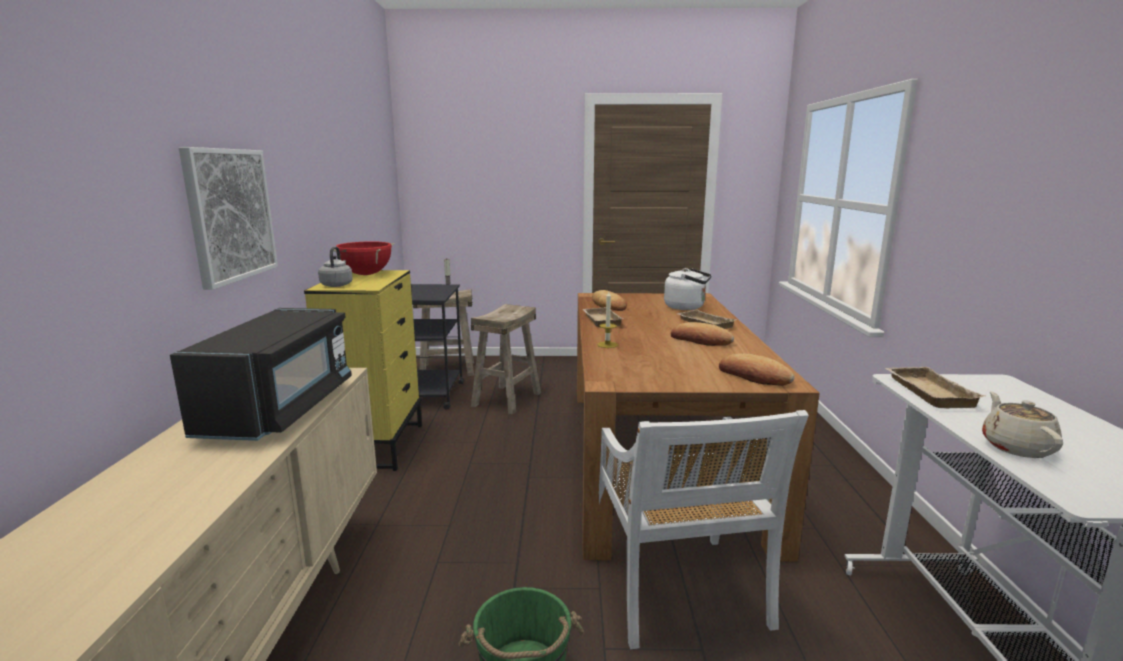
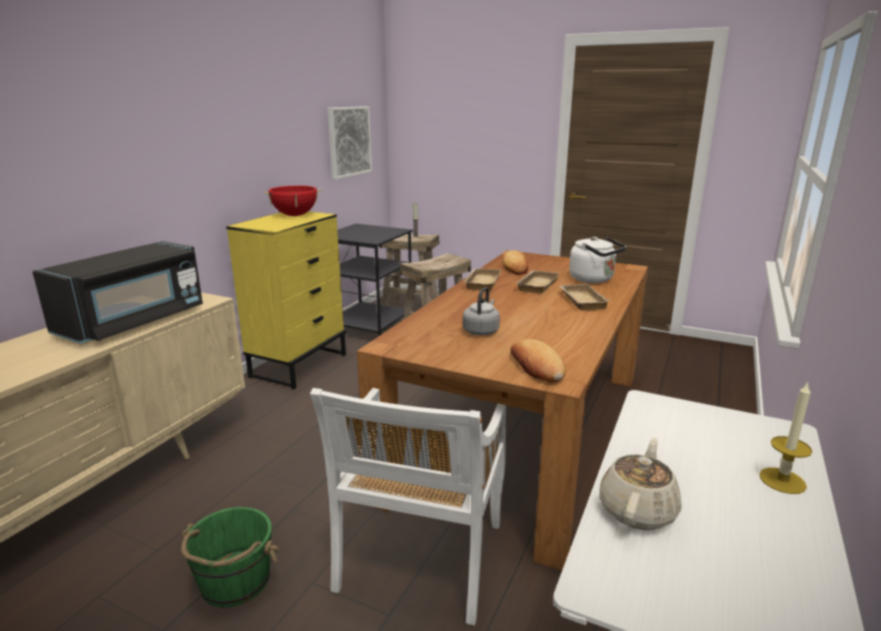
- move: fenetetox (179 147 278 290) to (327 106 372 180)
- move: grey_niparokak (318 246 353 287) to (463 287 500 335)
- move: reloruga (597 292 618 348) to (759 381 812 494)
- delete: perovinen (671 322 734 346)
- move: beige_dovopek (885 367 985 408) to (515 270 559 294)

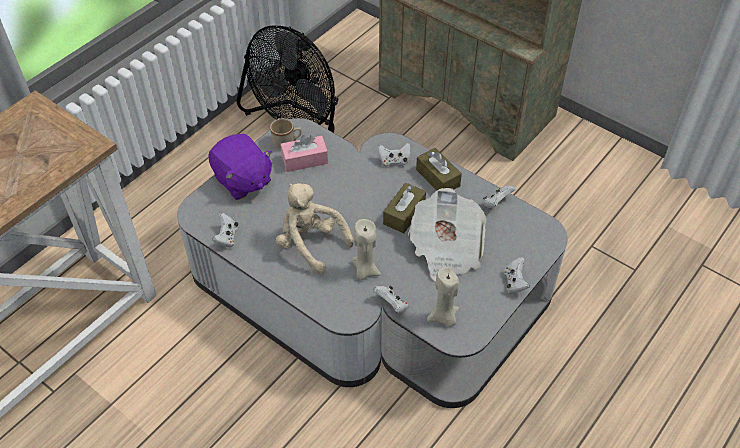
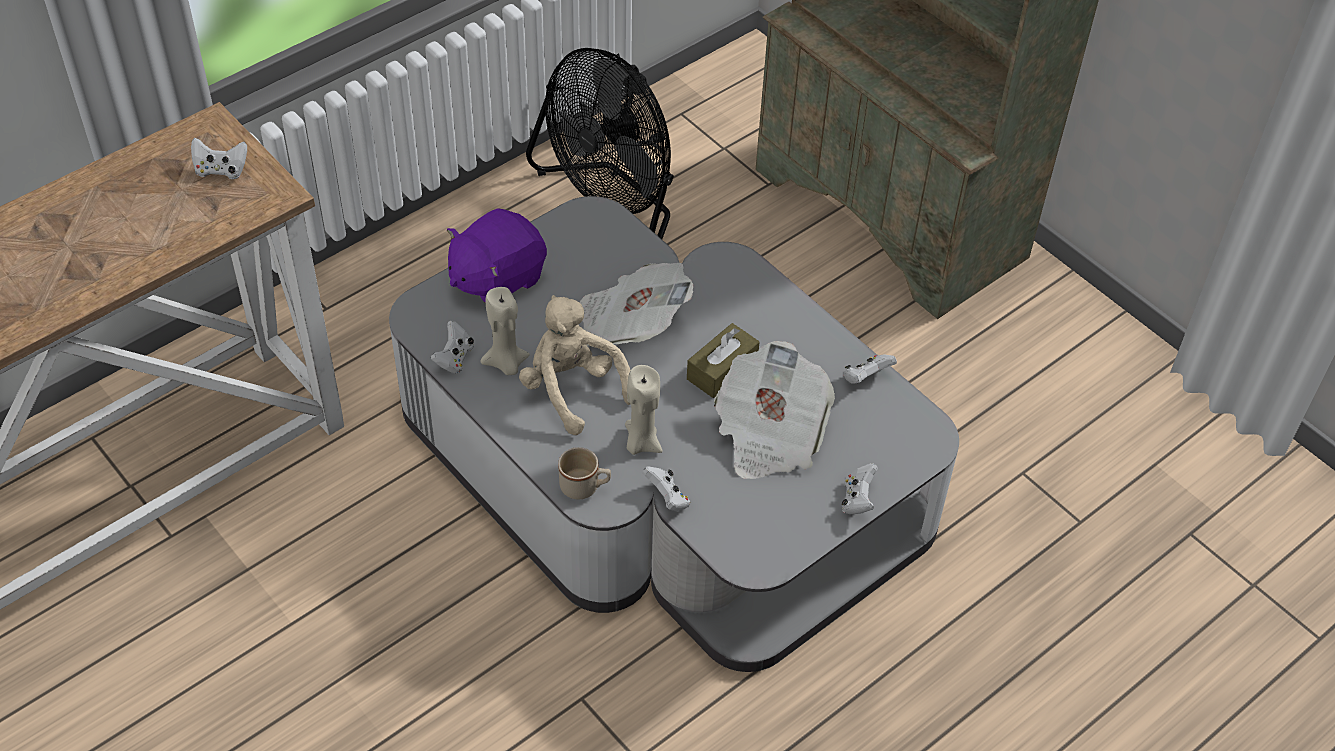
- move: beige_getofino (270 118 302 149) to (558 447 611 499)
- rotate: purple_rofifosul (208 134 272 200) = (447 208 547 303) 75 degrees clockwise
- delete: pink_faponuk (280 135 328 172)
- move: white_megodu (378 143 411 167) to (191 138 247 179)
- delete: brown_faponuk (416 148 462 190)
- move: beige_reloruga (427 267 459 327) to (481 287 530 375)
- insert: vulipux (579 263 693 346)

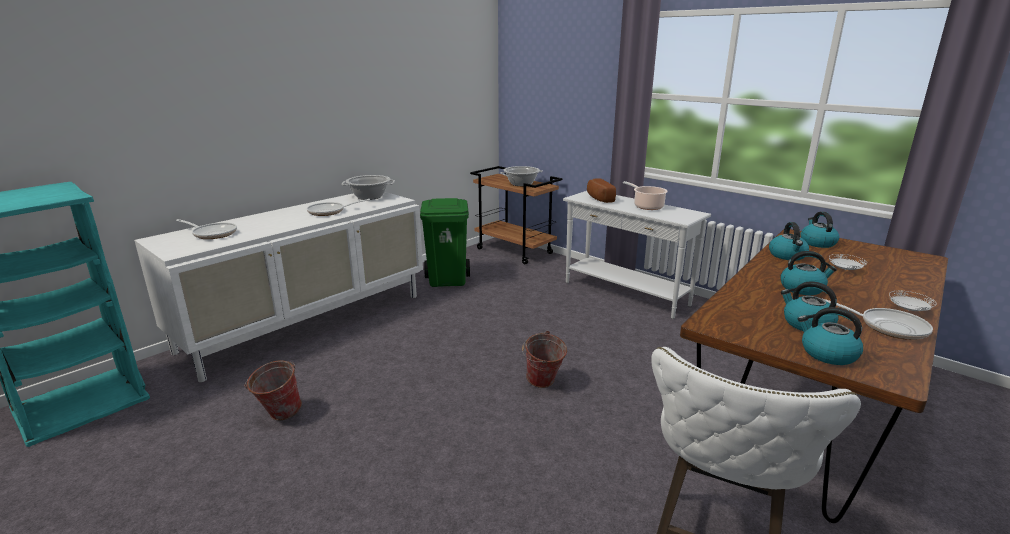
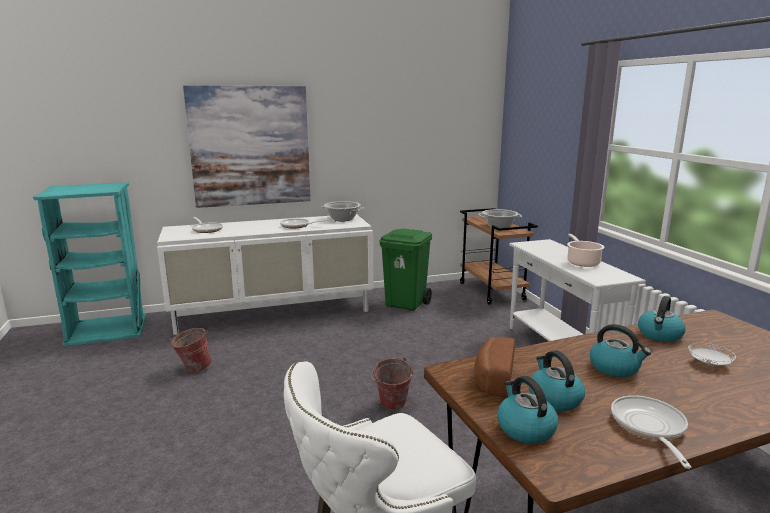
- move: perovinen (587 178 616 203) to (474 337 515 398)
- delete: niparokak (800 212 839 248)
- delete: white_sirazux (889 291 937 311)
- rotate: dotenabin (824 299 933 340) = (611 395 692 469) 150 degrees counterclockwise
- insert: fenetetox (183 85 311 208)

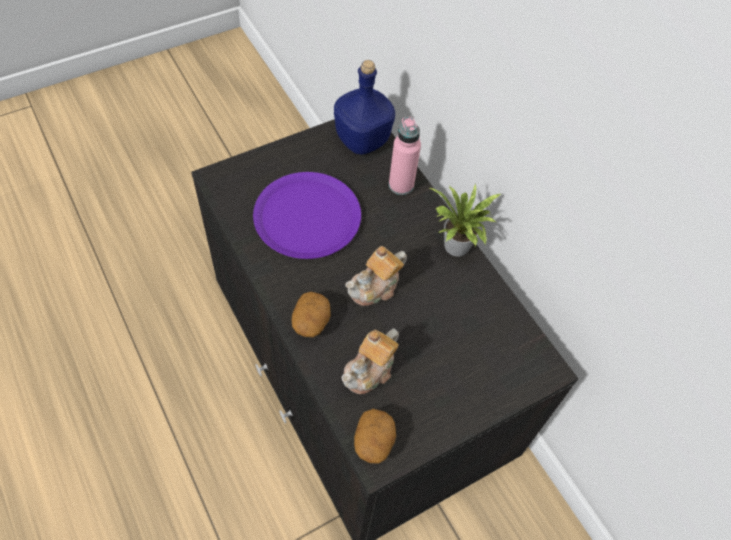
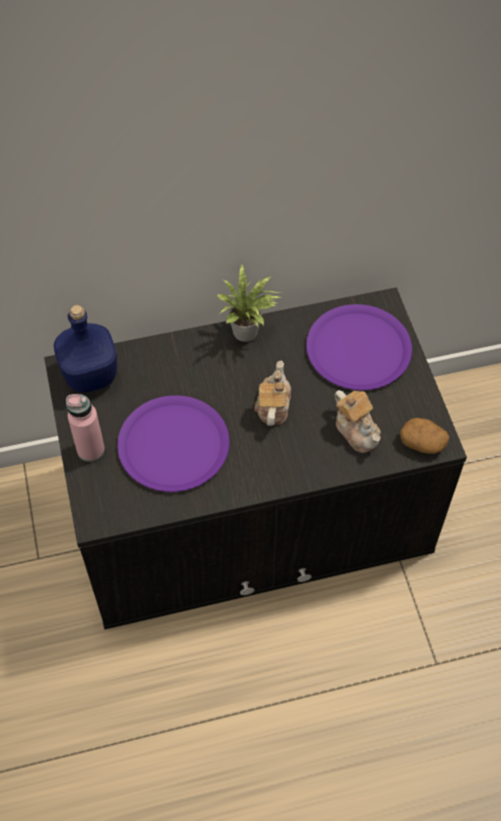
- move: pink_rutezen (389 117 421 195) to (66 394 105 462)
- rotate: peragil (345 246 407 306) = (254 361 291 426) 150 degrees counterclockwise
- delete: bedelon (292 292 331 337)
- insert: purple_sirazux (306 304 412 390)

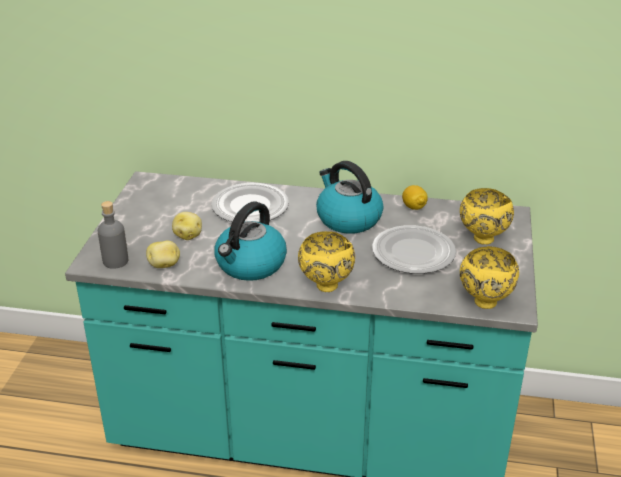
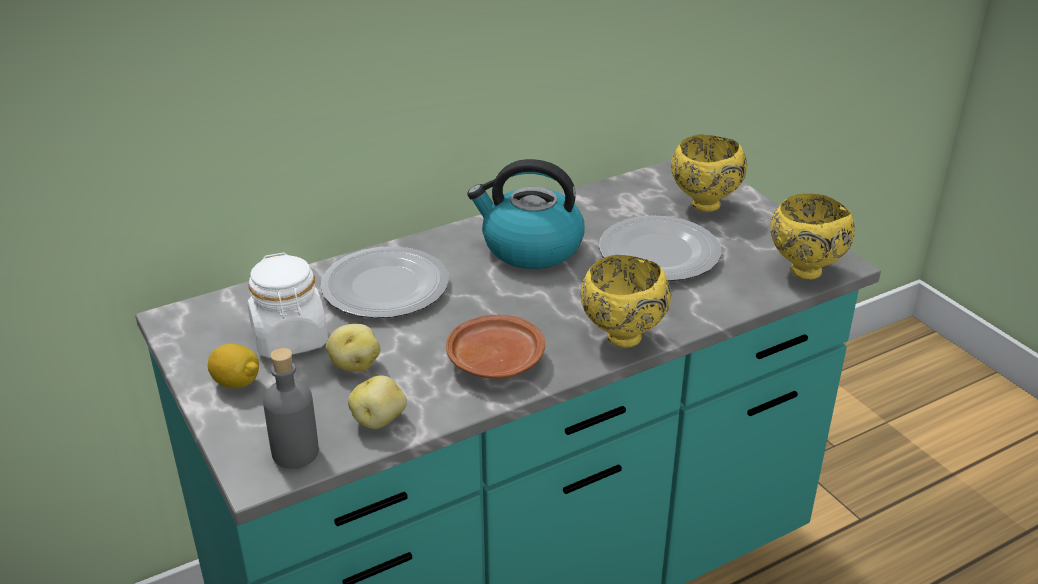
- move: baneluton (402 185 428 210) to (208 344 259 389)
- replace: niparokak (215 202 287 281) to brown_sirazux (446 315 545 379)
- insert: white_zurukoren (247 252 328 358)

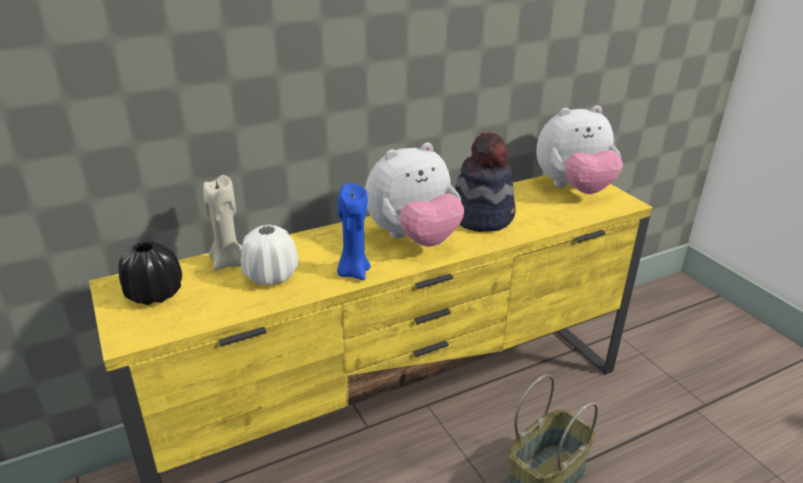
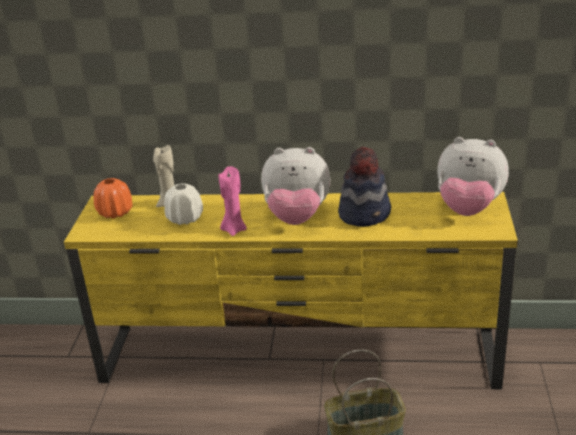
- recolor: blue_reloruga (337 183 370 280) to pink_reloruga (218 166 247 236)
- recolor: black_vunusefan (118 241 182 305) to orange_vunusefan (94 178 132 219)

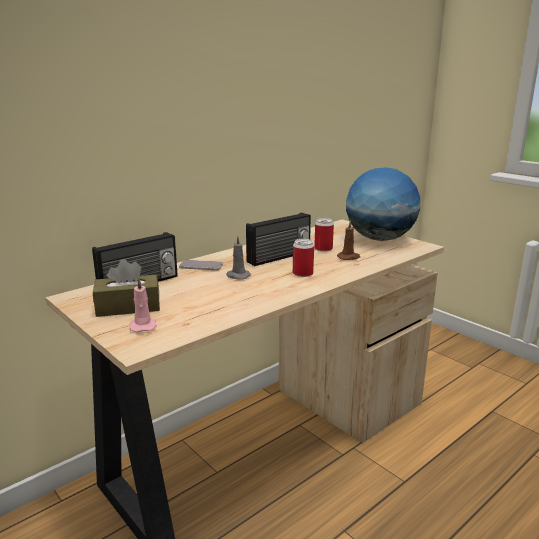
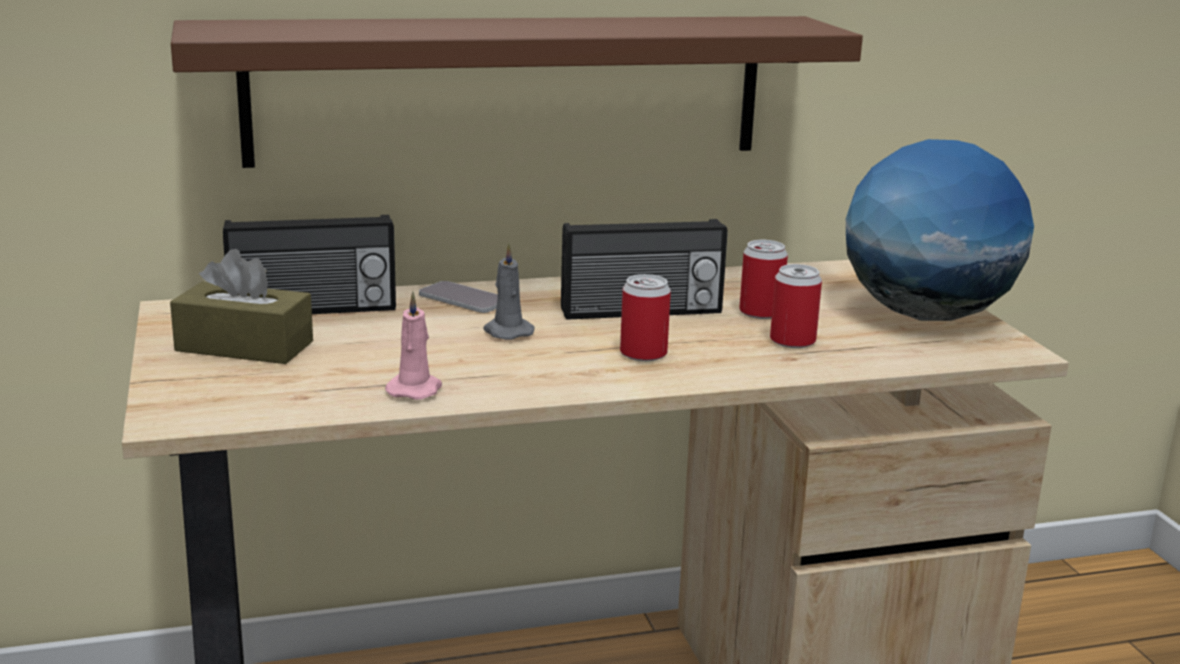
- replace: brown_reloruga (337 220 360 260) to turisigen (770 264 822 348)
- move: pink_reloruga (129 277 157 332) to (385 292 442 400)
- insert: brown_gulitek (171 16 863 168)

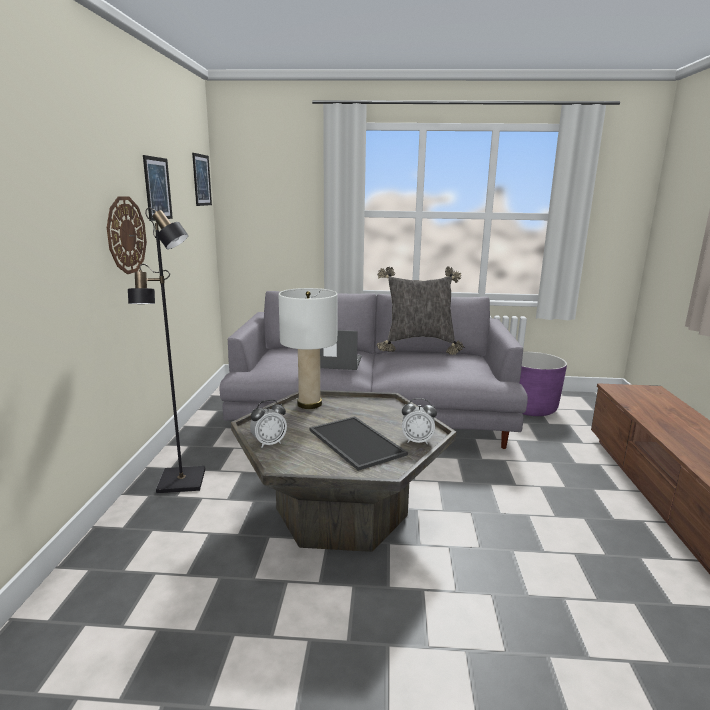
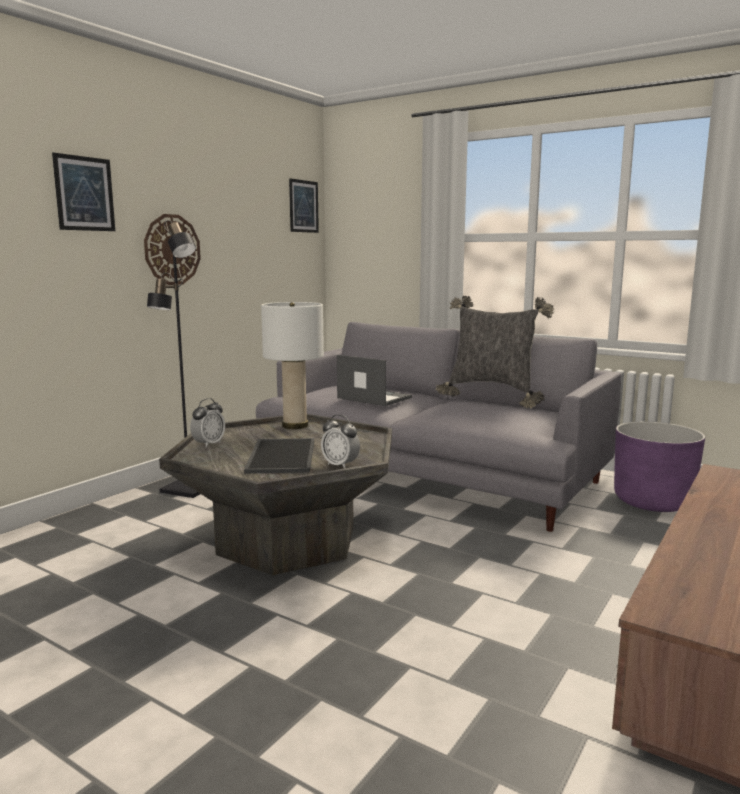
- move: fenetetox (143 155 173 221) to (52 152 115 231)
- rotate: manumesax (250 400 287 448) = (190 398 225 448) 60 degrees counterclockwise

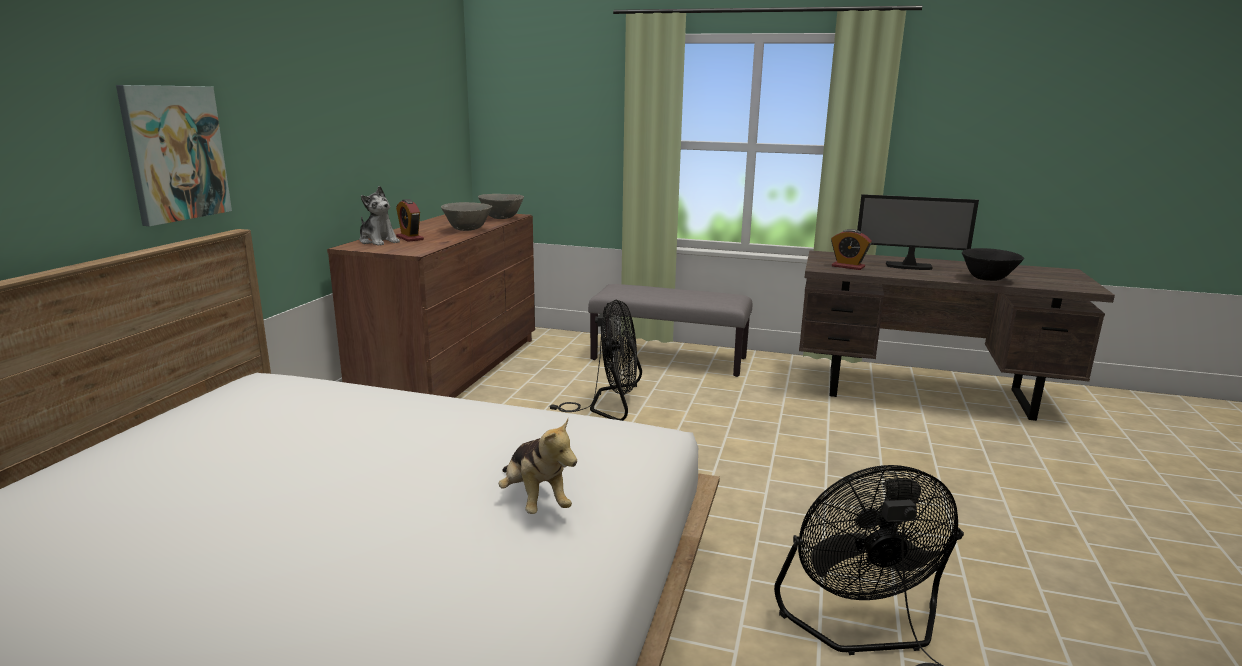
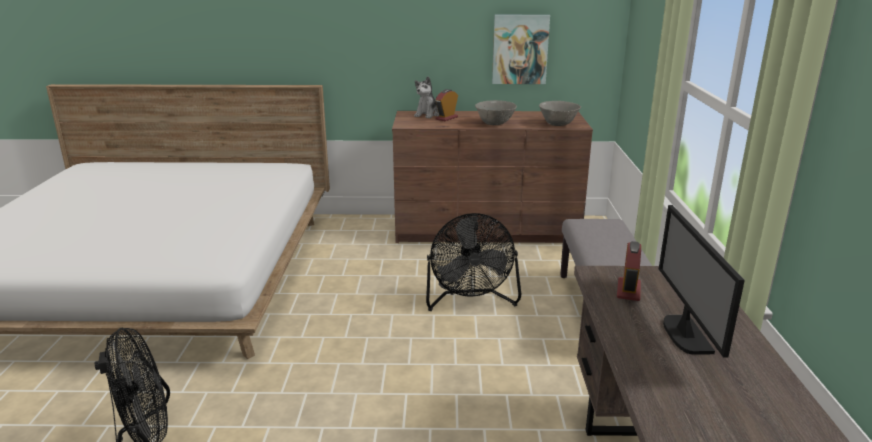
- move: fenetetox (116 85 232 226) to (492 15 550 84)
- delete: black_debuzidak (962 248 1024 281)
- delete: rofifosul (499 418 577 514)

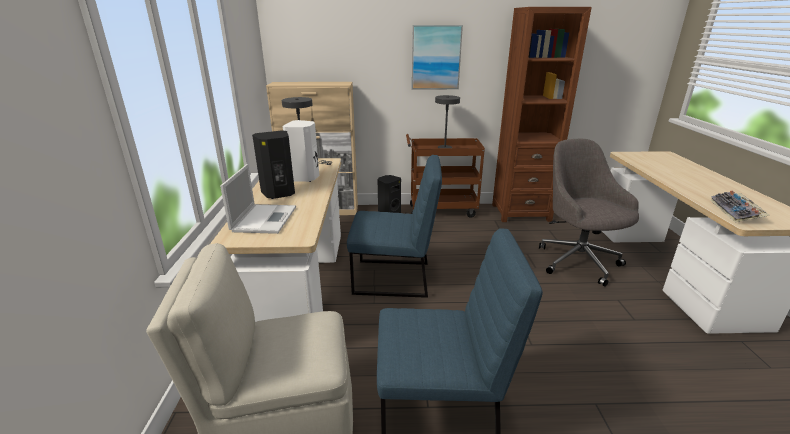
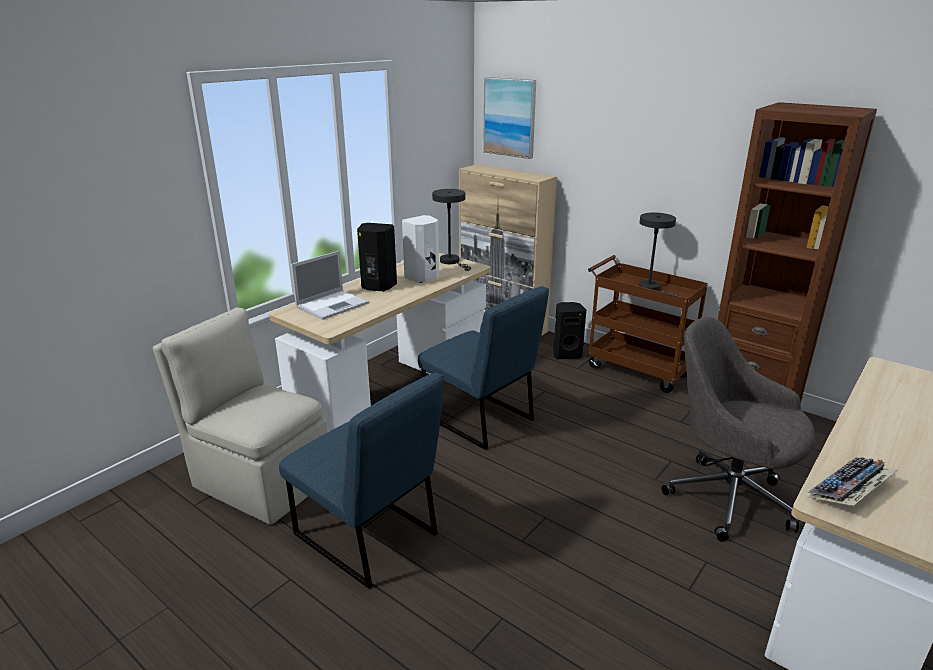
- move: fenetetox (412 25 463 90) to (483 77 536 159)
- rotate: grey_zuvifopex (539 139 639 287) = (662 317 815 542) 75 degrees counterclockwise

